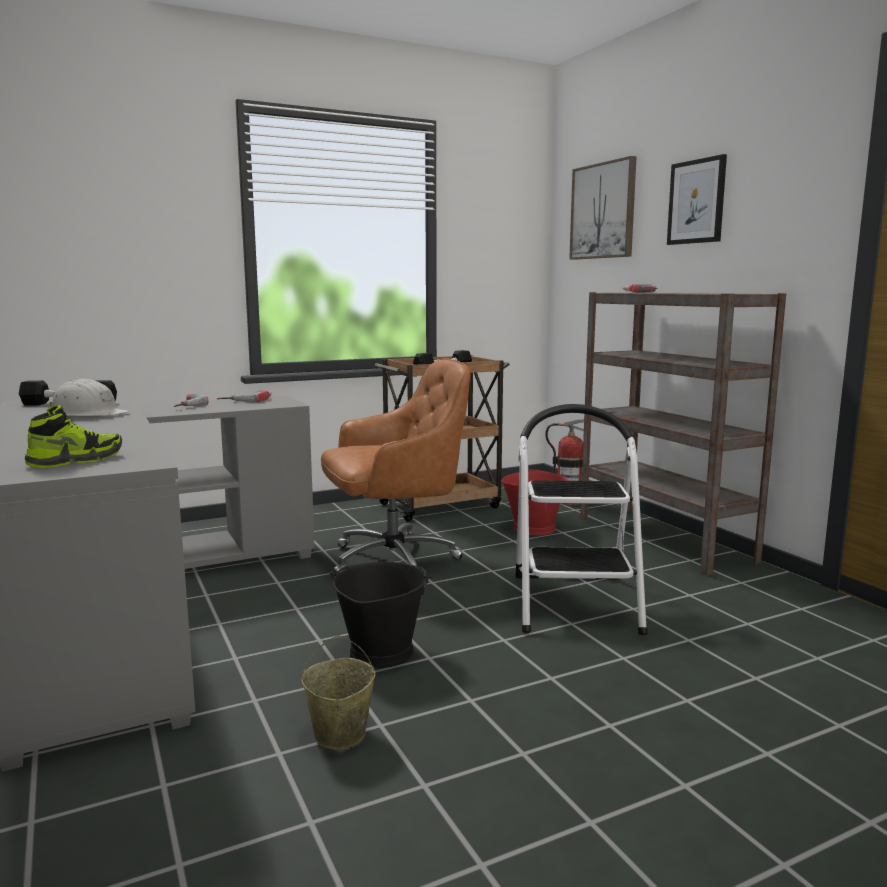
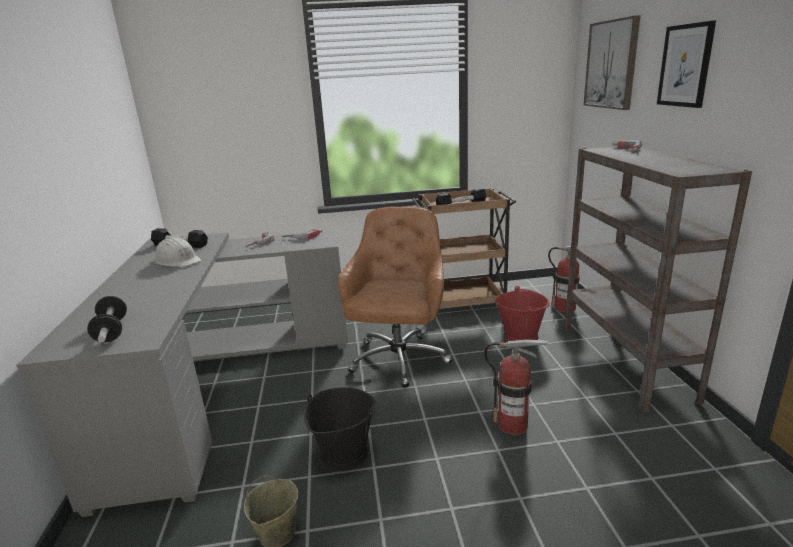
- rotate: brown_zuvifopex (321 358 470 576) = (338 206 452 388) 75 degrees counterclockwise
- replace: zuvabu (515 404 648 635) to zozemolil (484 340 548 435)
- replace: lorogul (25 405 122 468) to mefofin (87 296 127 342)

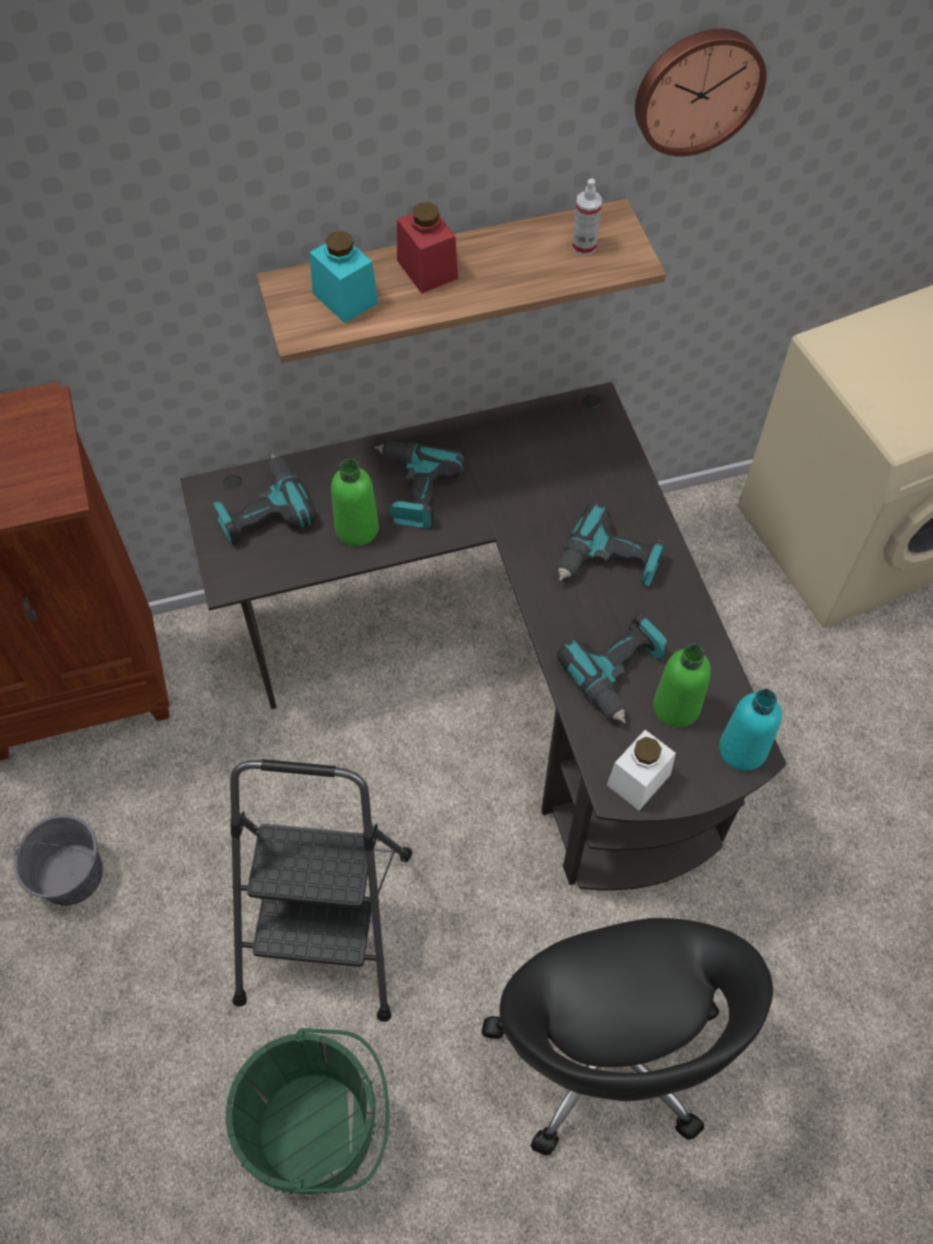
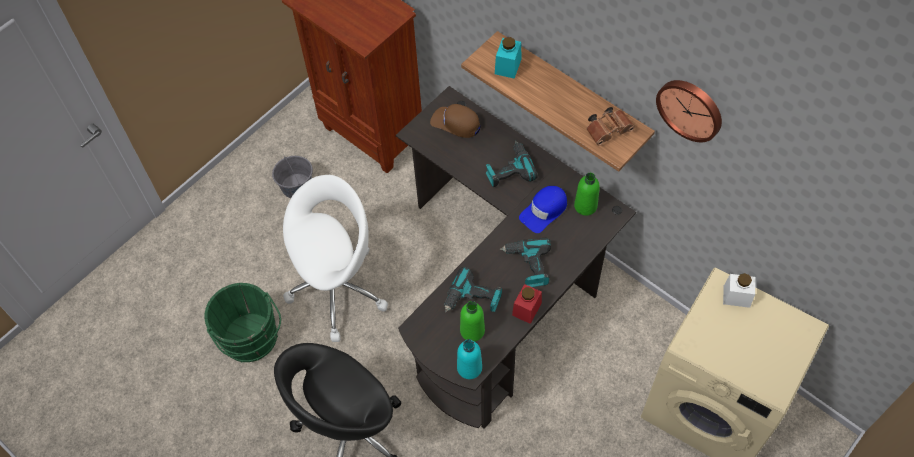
- replace: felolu (572 178 602 256) to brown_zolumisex (586 107 635 145)
- move: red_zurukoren (397 202 458 294) to (512 284 542 324)
- replace: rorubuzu (213 454 316 546) to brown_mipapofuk (430 104 481 138)
- move: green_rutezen (331 459 379 546) to (574 173 600 216)
- move: white_zurukoren (607 730 676 810) to (723 273 755 308)
- replace: black_zuvabu (230 759 412 1022) to white_zuvifopex (283 175 388 342)
- insert: blue_mipapofuk (519 186 567 233)

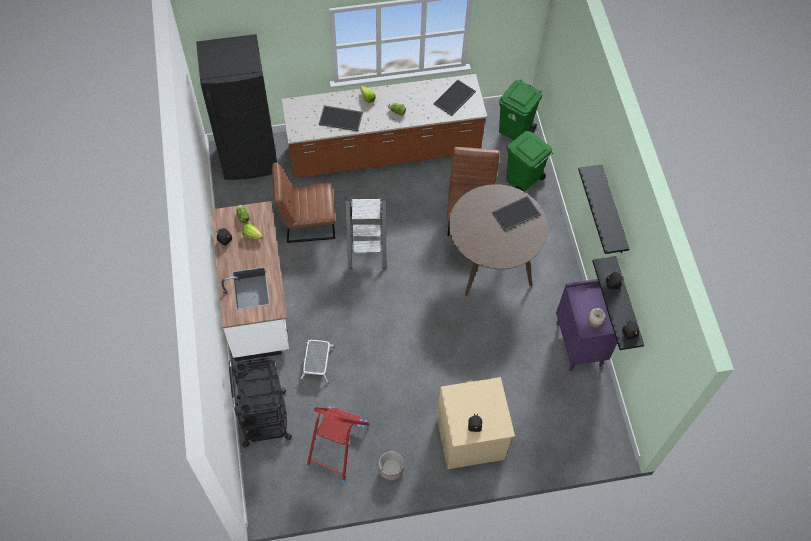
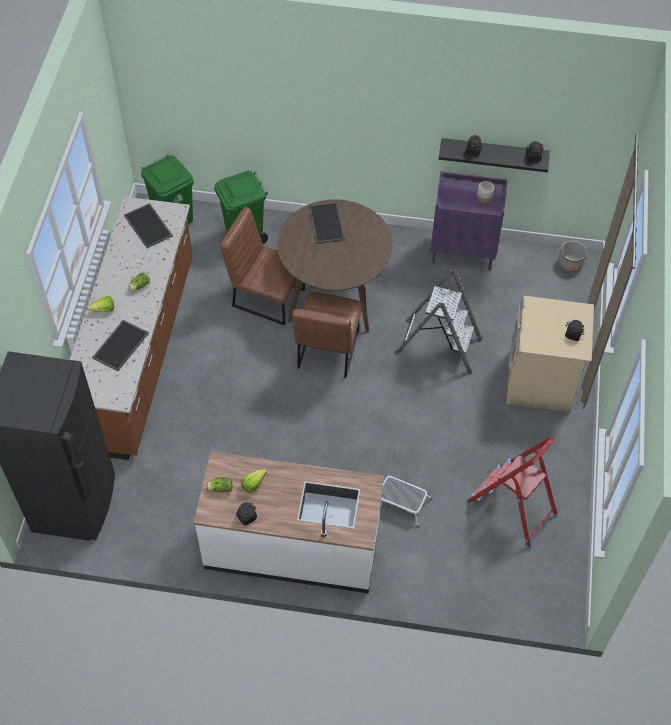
- move: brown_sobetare (272 162 335 243) to (292 292 363 378)
- delete: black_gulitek (578 164 629 254)
- move: grey_zuvabu (345 196 387 269) to (395 268 482 374)
- delete: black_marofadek (229 357 292 447)
- move: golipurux (379 451 404 481) to (558 241 587 272)

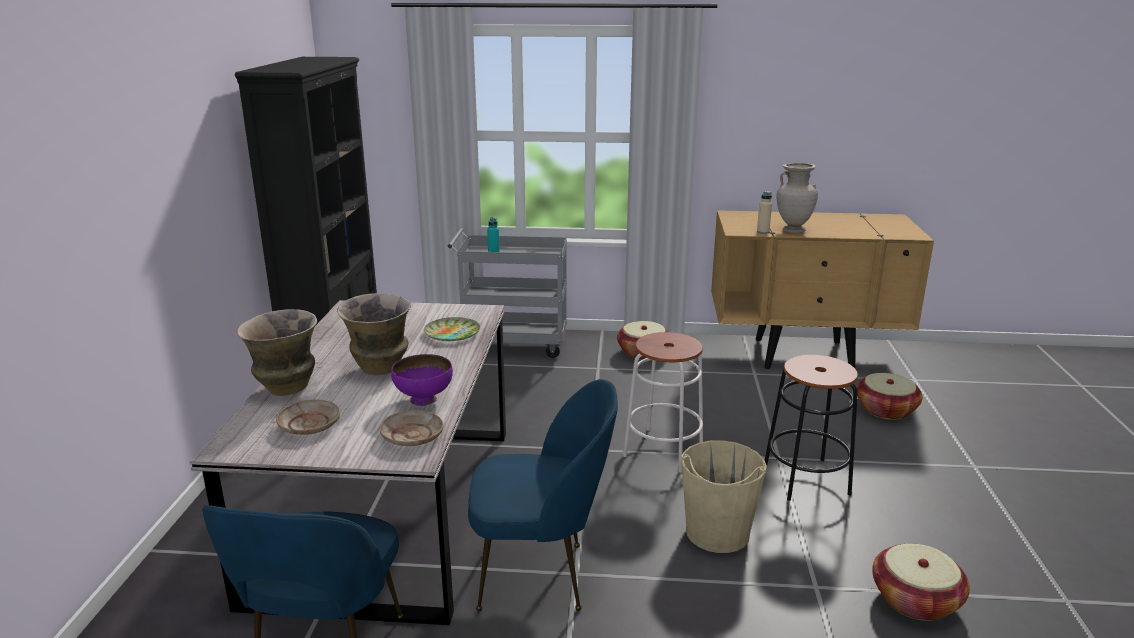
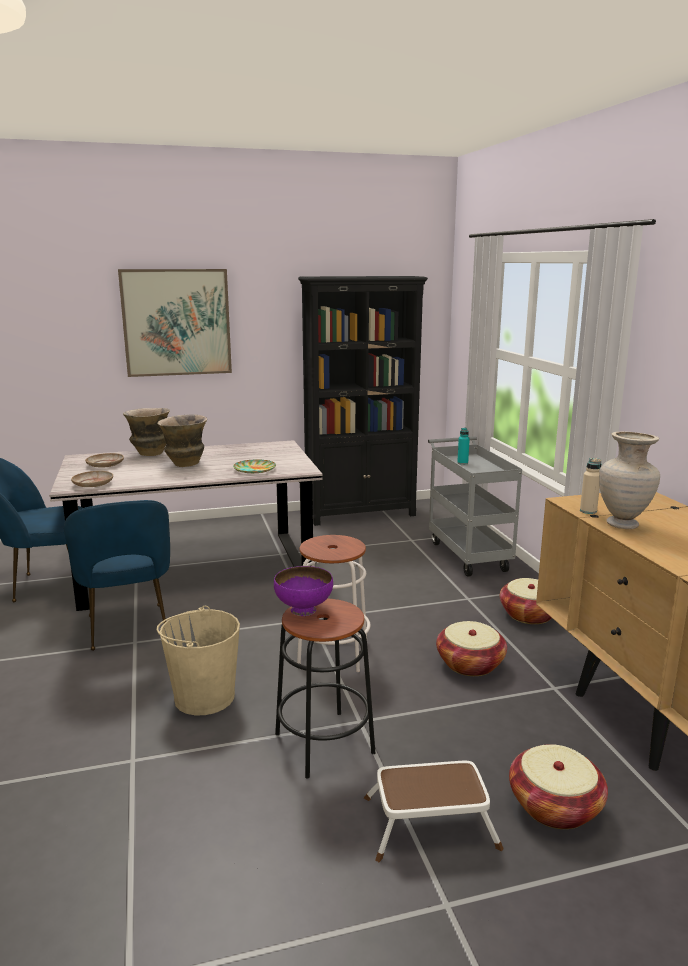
- move: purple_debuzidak (391 354 453 406) to (274 566 333 616)
- move: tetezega (872 544 970 621) to (436 621 507 676)
- insert: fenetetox (118 269 232 377)
- insert: brown_zuvabu (364 761 504 862)

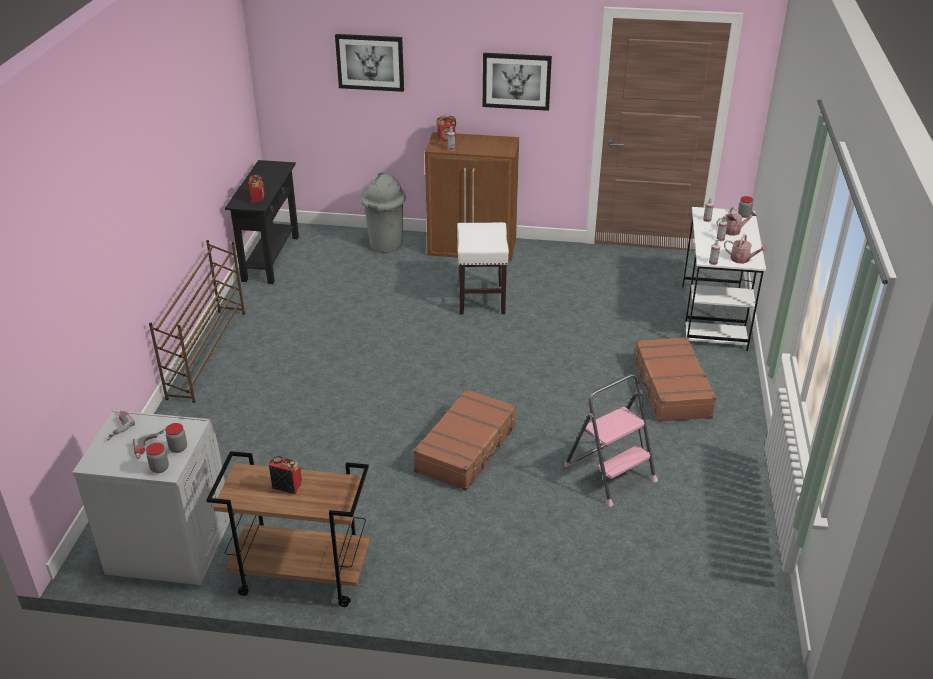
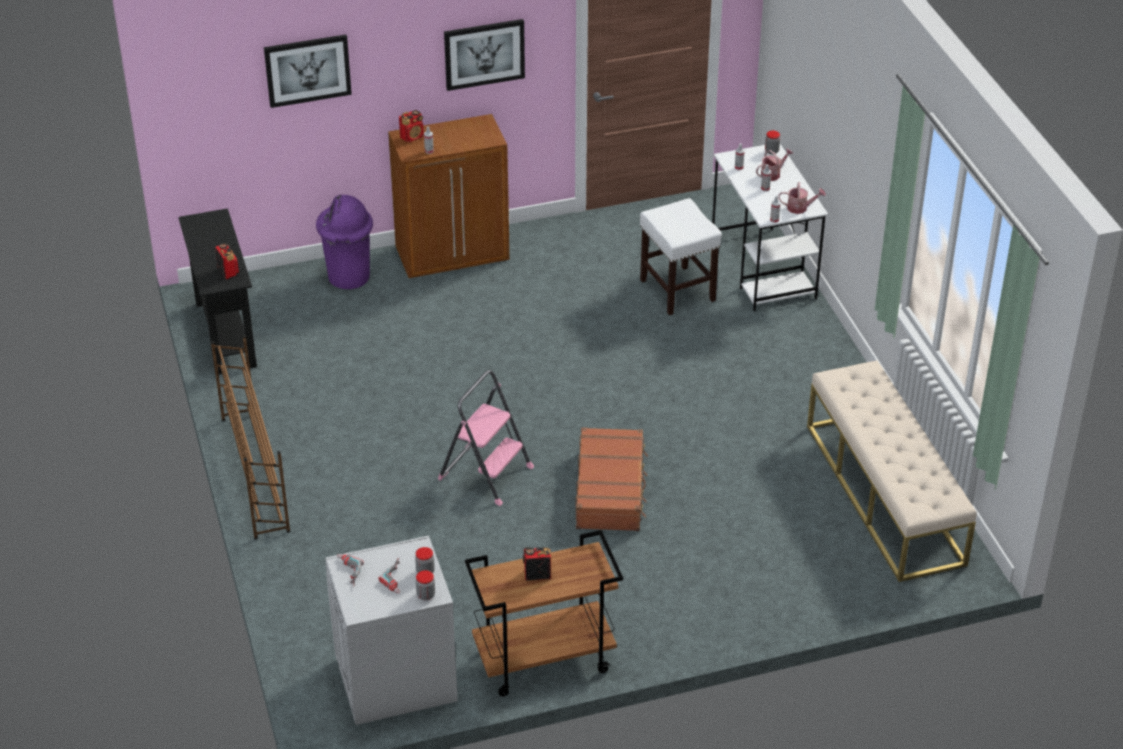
- recolor: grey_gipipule (361 173 406 253) to purple_gipipule (316 195 373 289)
- move: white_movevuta (457 222 509 315) to (640 198 722 315)
- delete: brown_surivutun (632 337 717 422)
- move: pink_zuvabu (564 374 658 507) to (438 370 534 506)
- insert: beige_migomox (807 360 977 582)

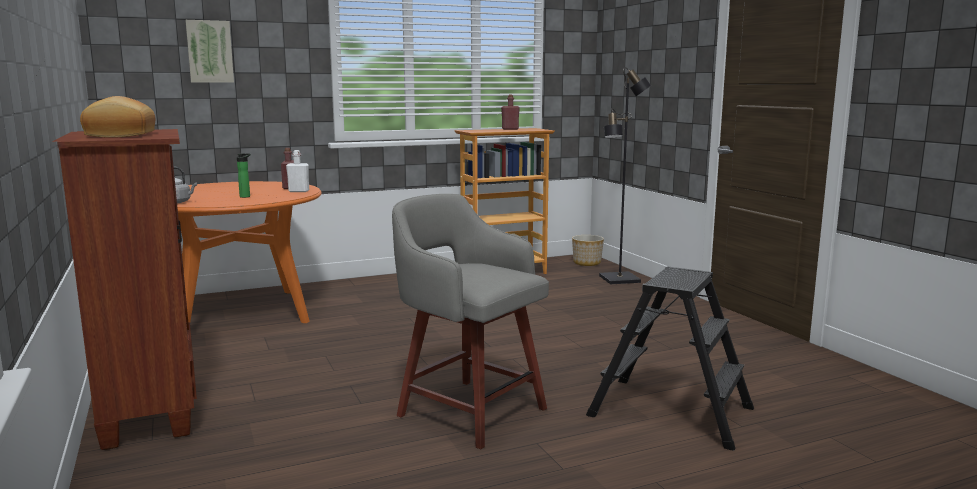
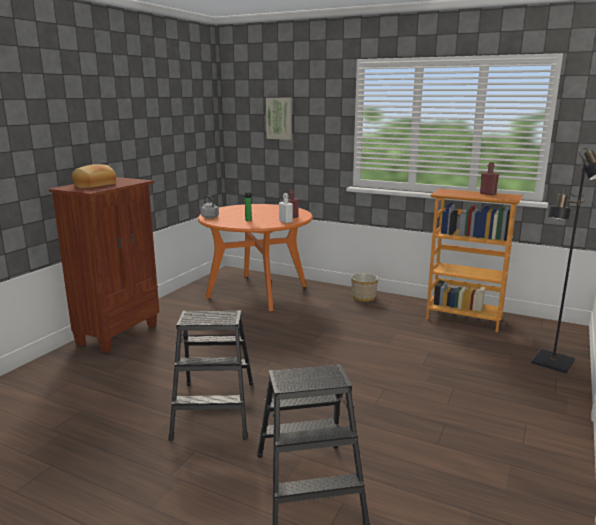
- replace: grey_movevuta (392 194 549 449) to black_zuvabu (168 310 253 441)
- move: golipurux (572 235 604 266) to (351 273 378 302)

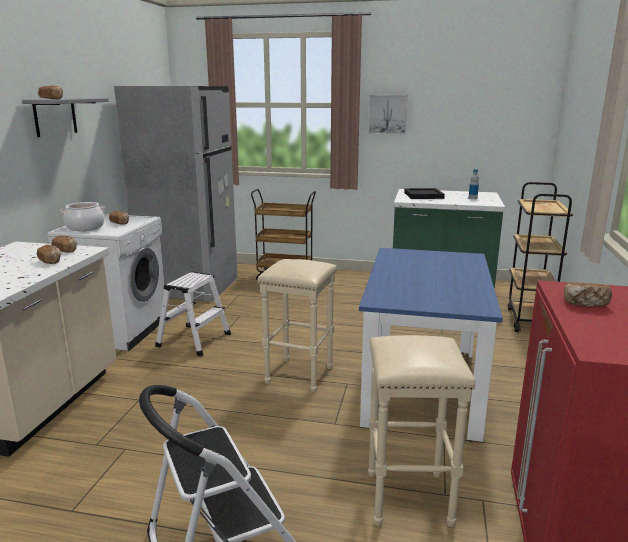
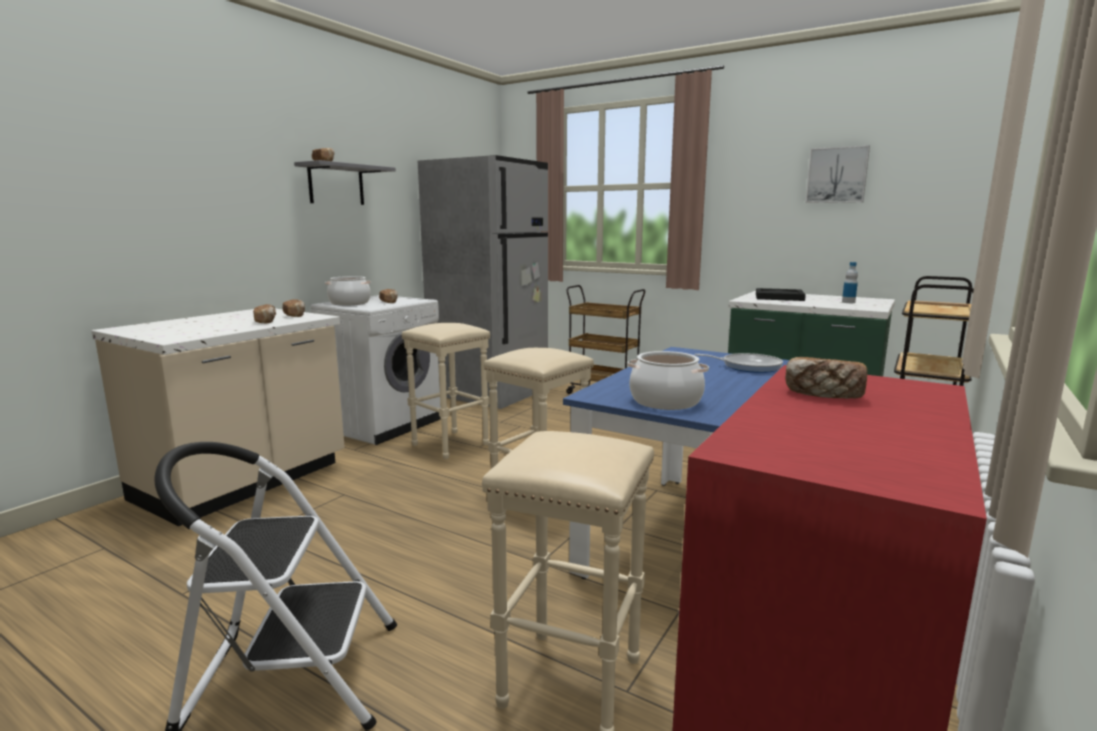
- move: fenetetox (368 95 408 135) to (805 145 870 203)
- replace: white_zuvabu (155 271 231 357) to beige_movevuta (402 323 490 459)
- insert: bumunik (627 351 709 410)
- insert: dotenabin (694 353 783 373)

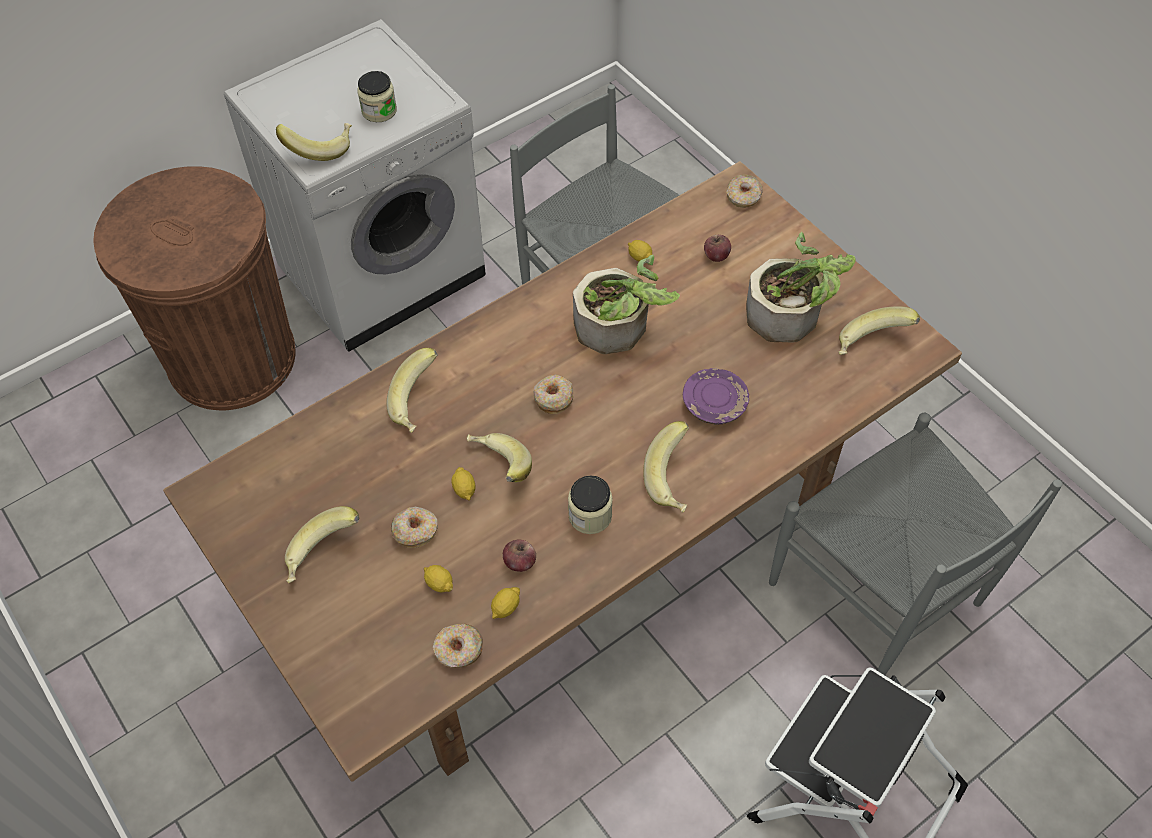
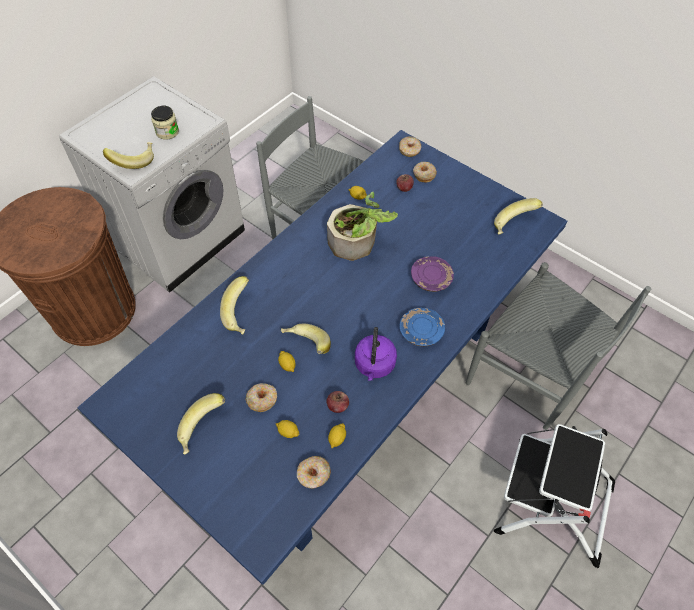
- recolor: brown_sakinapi (163 161 962 782) to blue_sakinapi (78 130 567 585)
- delete: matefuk (746 232 856 343)
- move: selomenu (533 374 573 414) to (413 162 437 183)
- replace: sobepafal (643 421 689 513) to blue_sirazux (400 308 445 346)
- replace: zurukoren (568 475 613 534) to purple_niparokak (355 327 397 381)

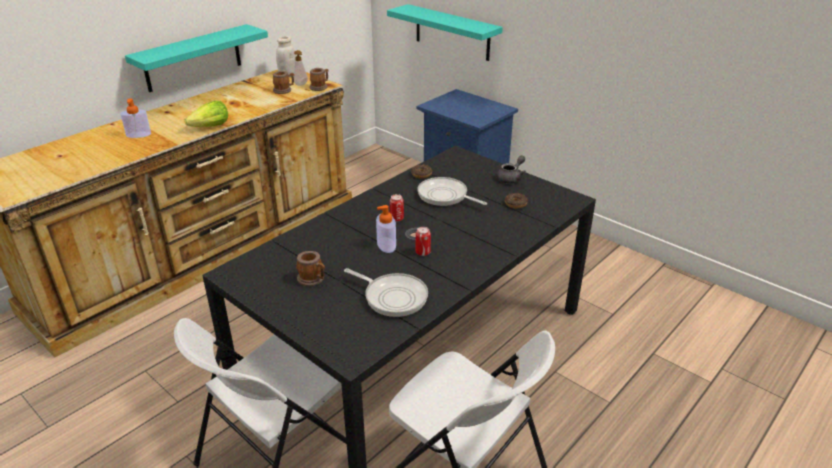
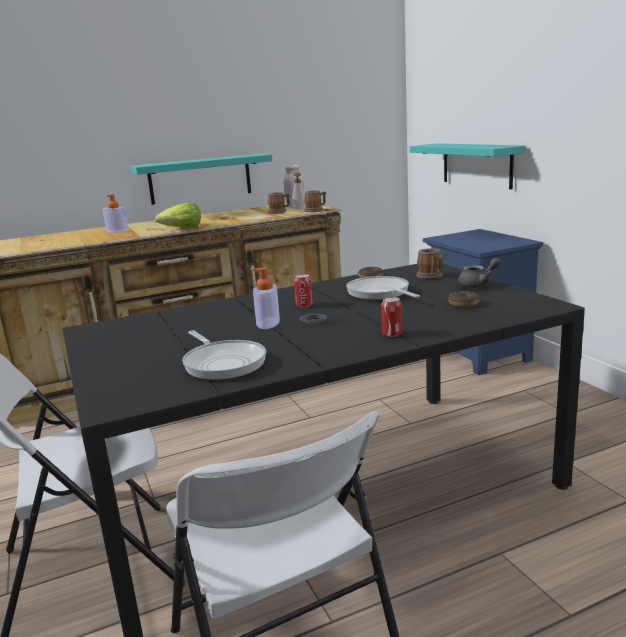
- move: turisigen (416 227 431 256) to (381 297 402 337)
- move: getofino (296 251 325 286) to (416 249 444 279)

